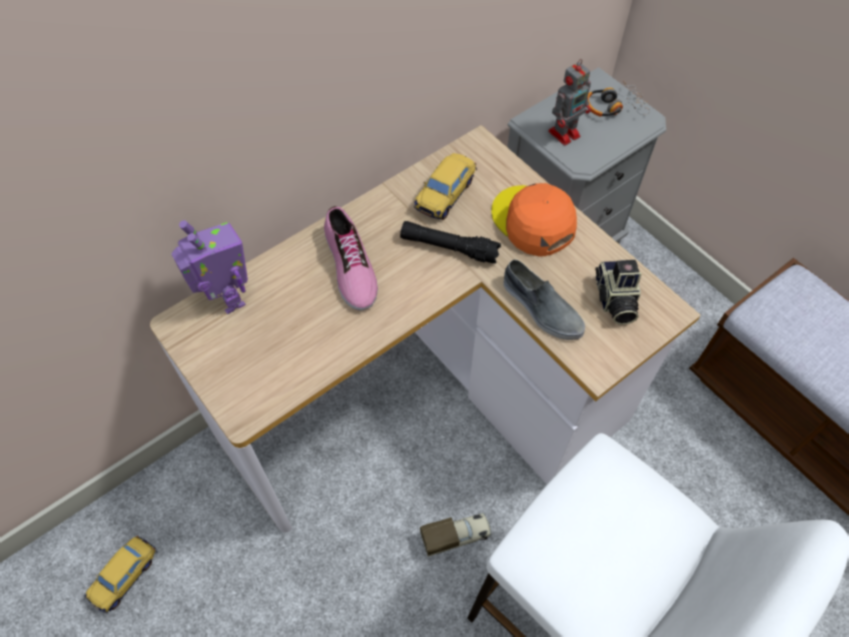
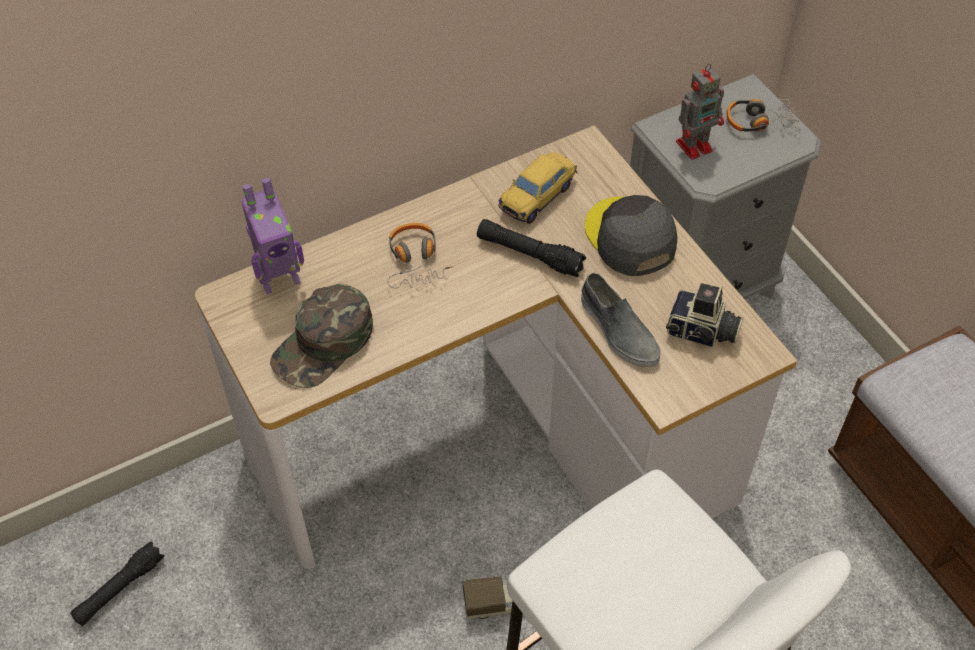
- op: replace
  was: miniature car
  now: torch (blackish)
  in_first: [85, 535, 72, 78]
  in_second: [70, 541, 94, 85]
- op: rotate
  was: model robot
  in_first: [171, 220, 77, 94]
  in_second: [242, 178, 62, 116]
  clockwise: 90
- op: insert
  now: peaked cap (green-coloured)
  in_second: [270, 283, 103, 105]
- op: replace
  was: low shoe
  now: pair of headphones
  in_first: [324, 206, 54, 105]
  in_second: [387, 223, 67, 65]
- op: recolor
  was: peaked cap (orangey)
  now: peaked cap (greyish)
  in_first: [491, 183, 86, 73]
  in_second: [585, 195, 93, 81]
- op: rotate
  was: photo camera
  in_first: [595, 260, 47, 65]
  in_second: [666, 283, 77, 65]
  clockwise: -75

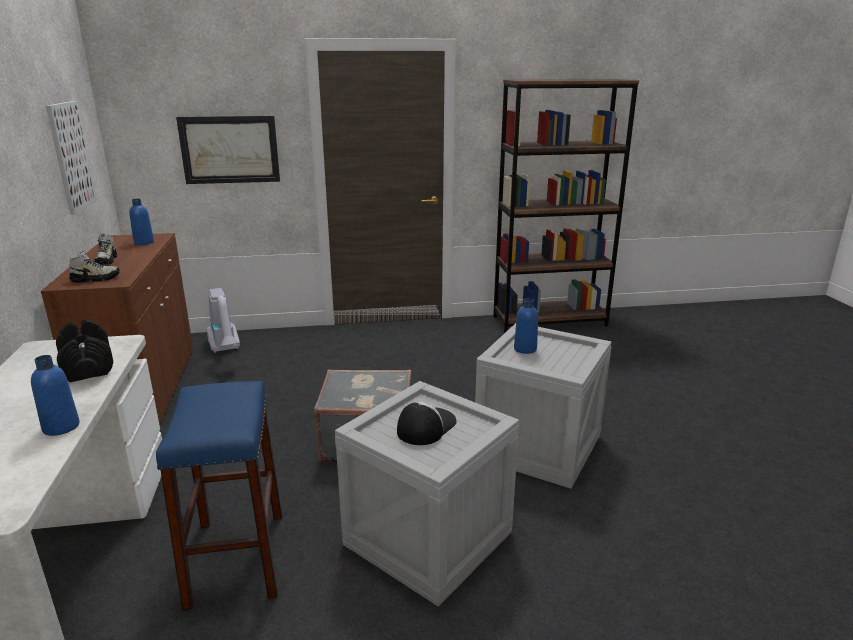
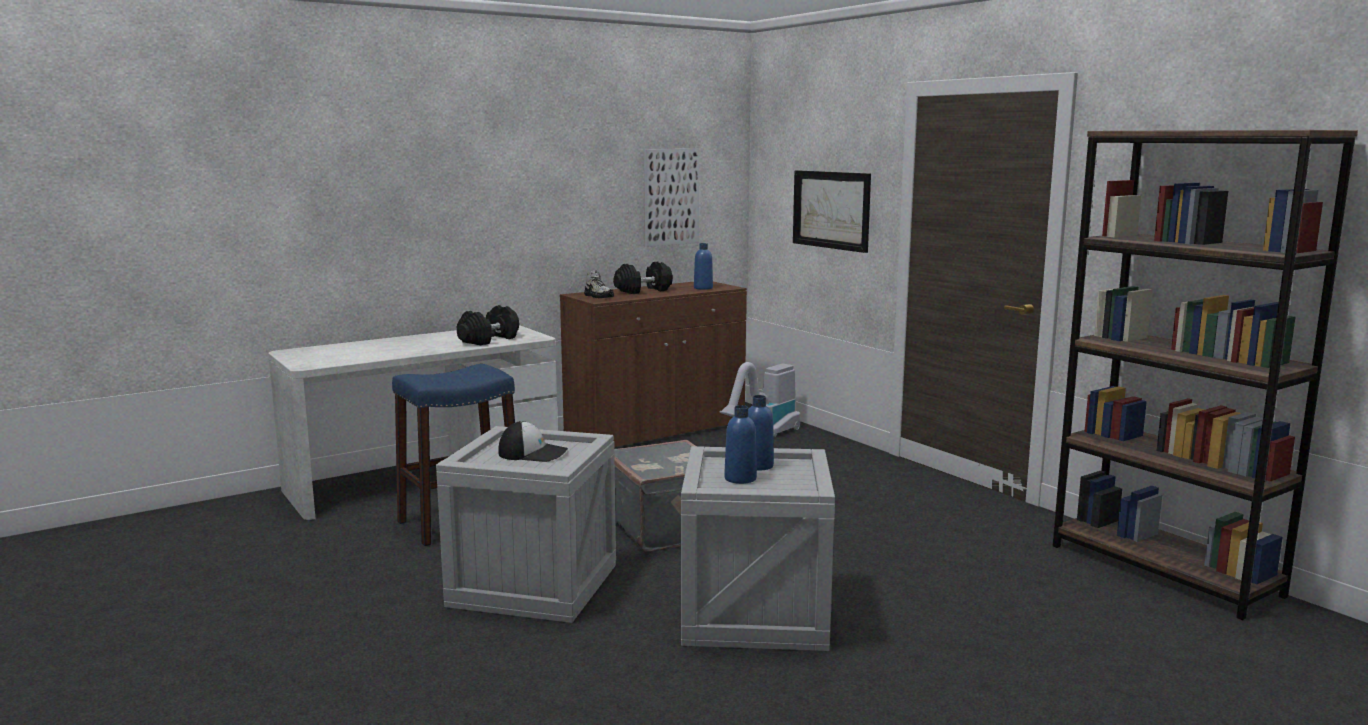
- op: replace
  was: low shoe
  now: dumbbell (blackish)
  in_first: [95, 234, 22, 31]
  in_second: [613, 261, 60, 33]
- op: move
  was: drink bottle (blue)
  in_first: [31, 355, 48, 81]
  in_second: [724, 405, 33, 79]

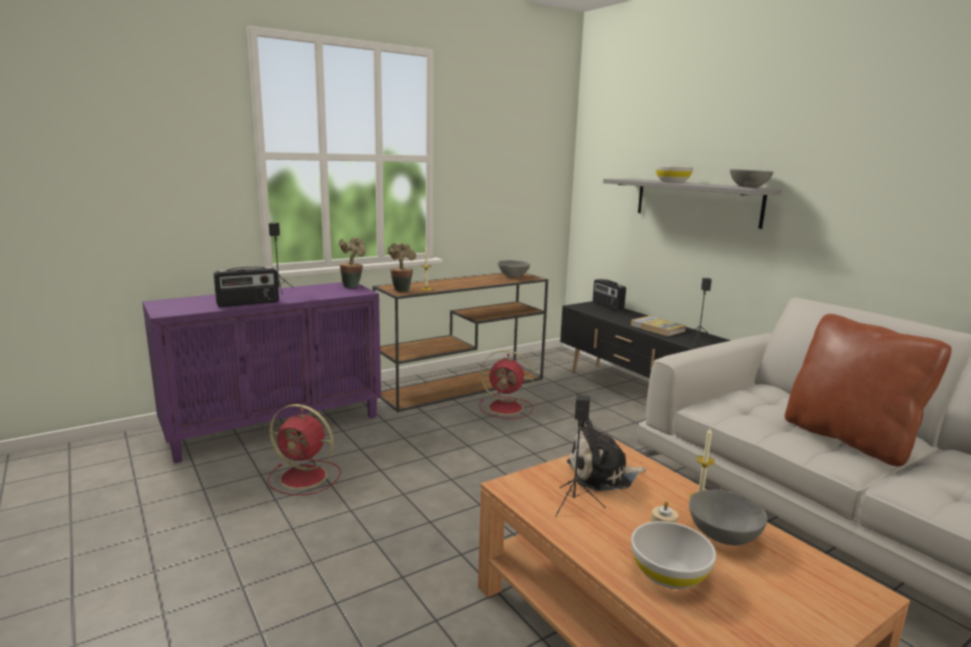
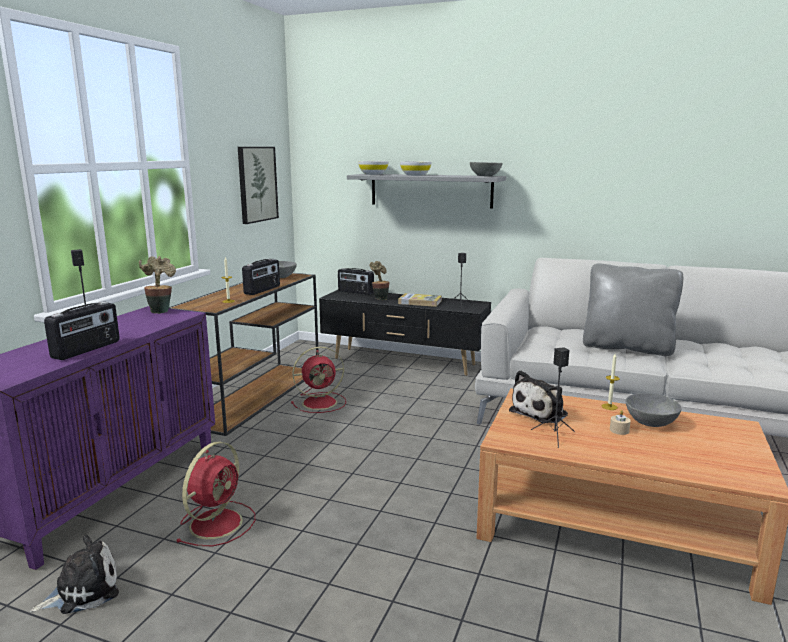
- op: insert
  now: plush toy
  in_second: [30, 535, 89, 79]
- op: rotate
  was: fan (red)
  in_first: [267, 404, 74, 91]
  in_second: [175, 442, 80, 104]
  clockwise: -45
- op: insert
  now: wall picture
  in_second: [238, 147, 41, 77]
- op: insert
  now: radio
  in_second: [242, 259, 38, 36]
- op: move
  was: serving bowl (white)
  in_first: [631, 521, 85, 68]
  in_second: [358, 161, 31, 14]
- op: move
  was: potted plant
  in_first: [388, 243, 28, 49]
  in_second: [369, 261, 21, 39]
- op: recolor
  was: cushion (brown-coloured)
  now: cushion (greyish)
  in_first: [785, 314, 167, 152]
  in_second: [583, 264, 100, 92]

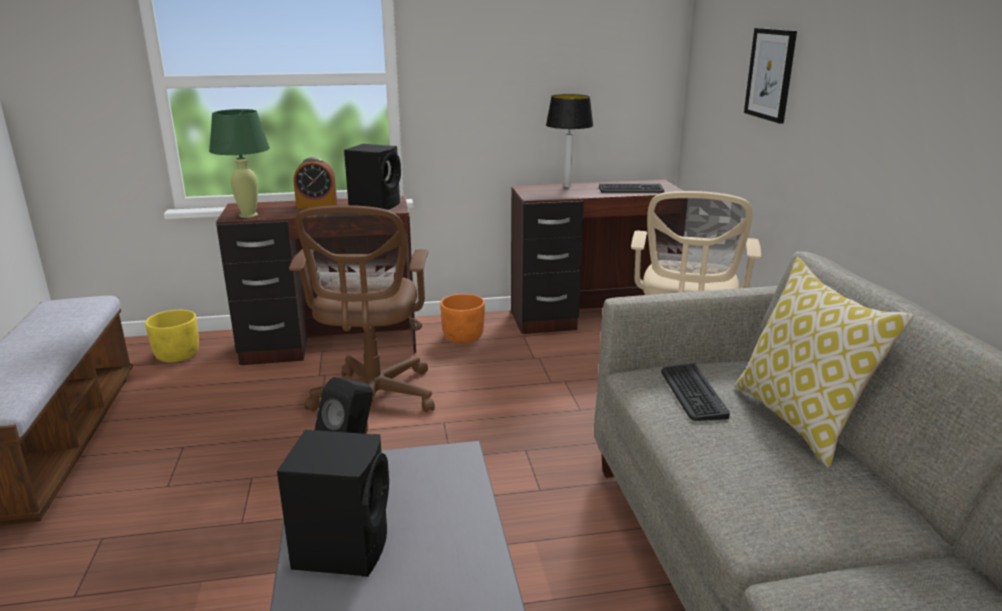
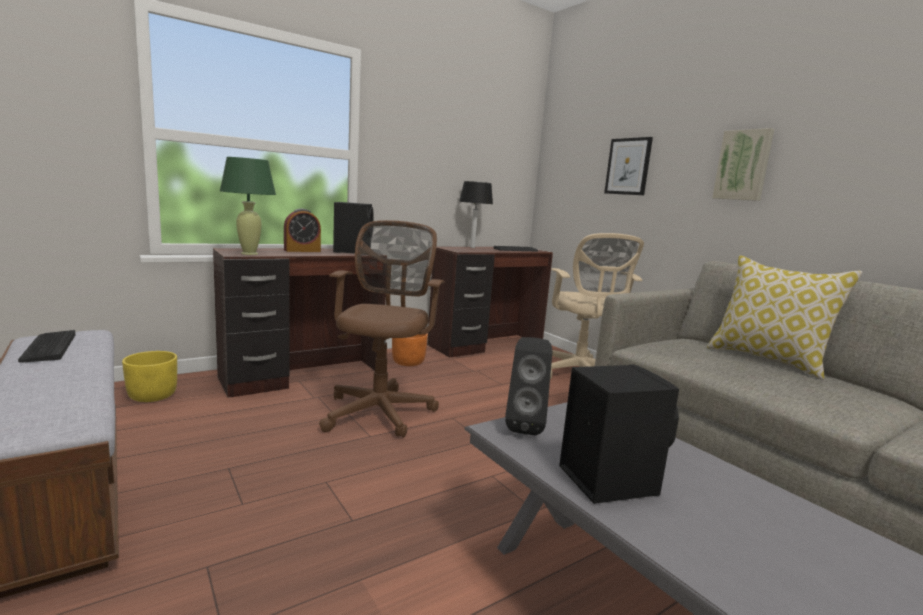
- op: move
  was: PC keyboard
  in_first: [661, 364, 69, 57]
  in_second: [18, 330, 57, 33]
- op: rotate
  was: office chair (brown-coloured)
  in_first: [289, 205, 146, 229]
  in_second: [319, 220, 126, 218]
  clockwise: -150
- op: insert
  now: wall picture
  in_second: [712, 128, 62, 73]

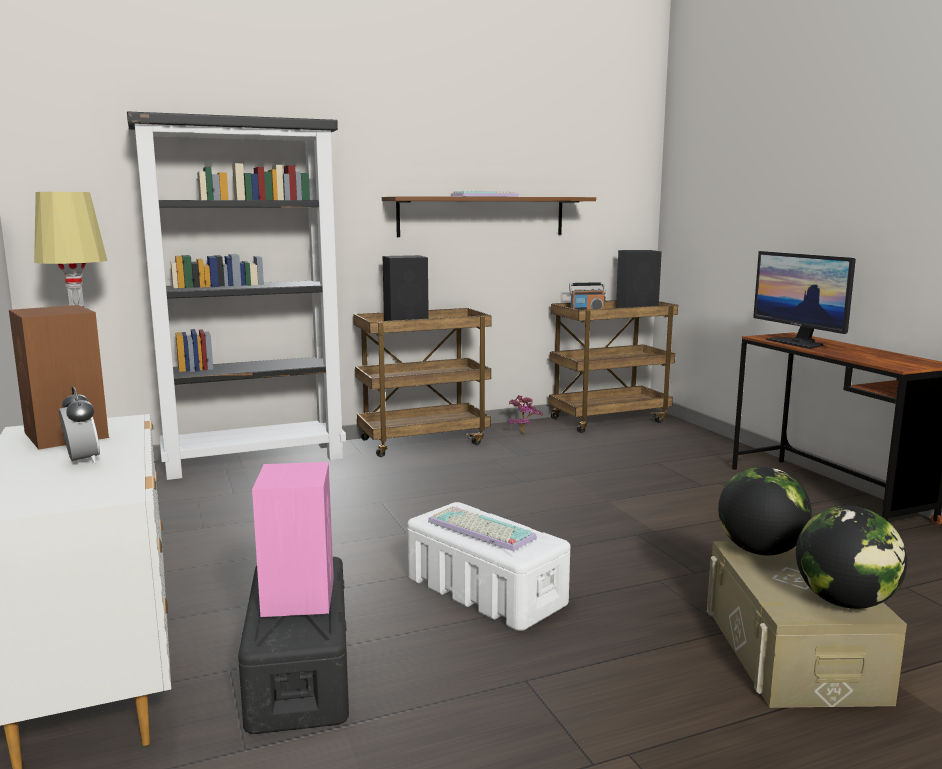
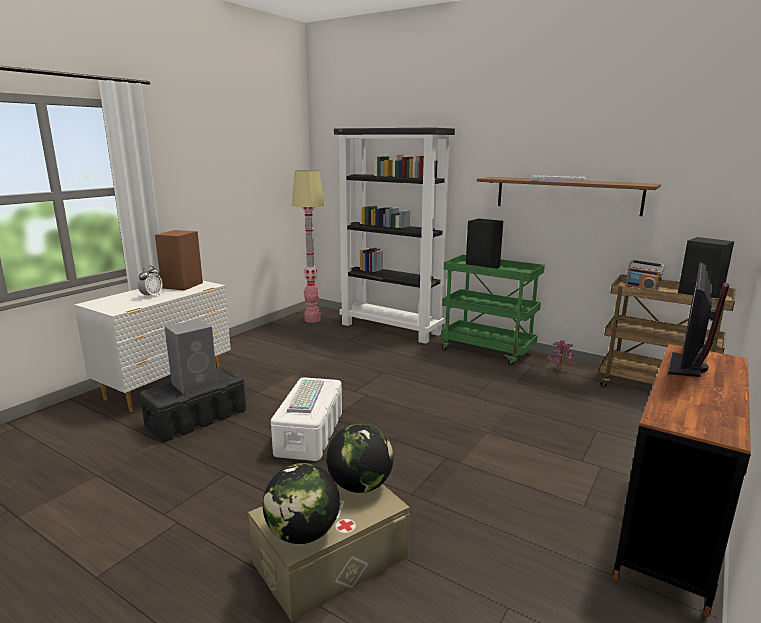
- op: recolor
  was: speaker (pinkish)
  now: speaker (greyish)
  in_first: [252, 462, 82, 155]
  in_second: [164, 319, 54, 75]
- op: recolor
  was: cart (brown-coloured)
  now: cart (green-coloured)
  in_first: [354, 308, 138, 149]
  in_second: [441, 254, 104, 111]

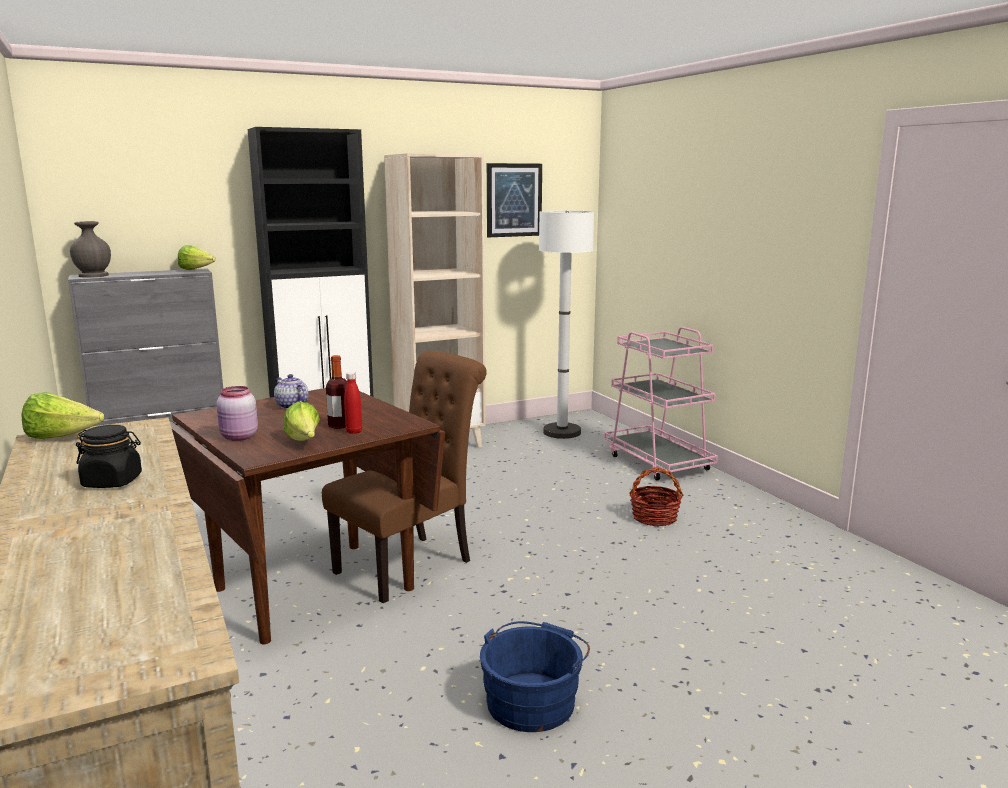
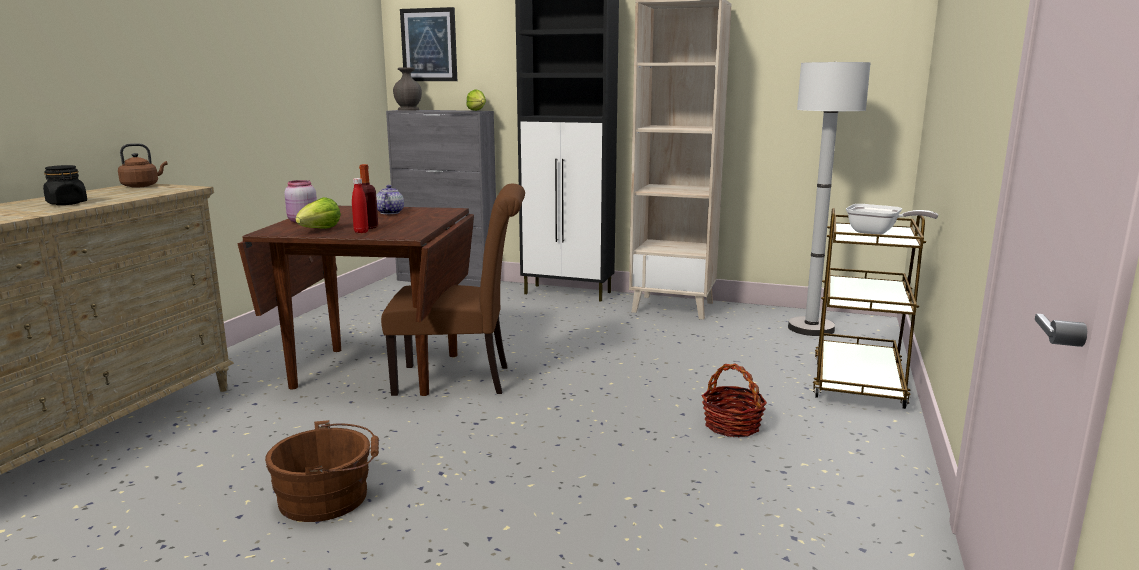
- op: replace
  was: lettuce
  now: kettle (brown-coloured)
  in_first: [21, 392, 83, 47]
  in_second: [118, 143, 49, 45]
- op: recolor
  was: water bucket (blue)
  now: water bucket (brown-coloured)
  in_first: [480, 621, 110, 111]
  in_second: [265, 420, 114, 102]
- op: move
  was: wall picture
  in_first: [487, 163, 55, 74]
  in_second: [400, 7, 57, 74]
- op: recolor
  was: cart (pinkish)
  now: cart (brown-coloured)
  in_first: [604, 327, 114, 154]
  in_second: [813, 208, 113, 201]
- op: insert
  now: pan
  in_second: [846, 204, 92, 31]

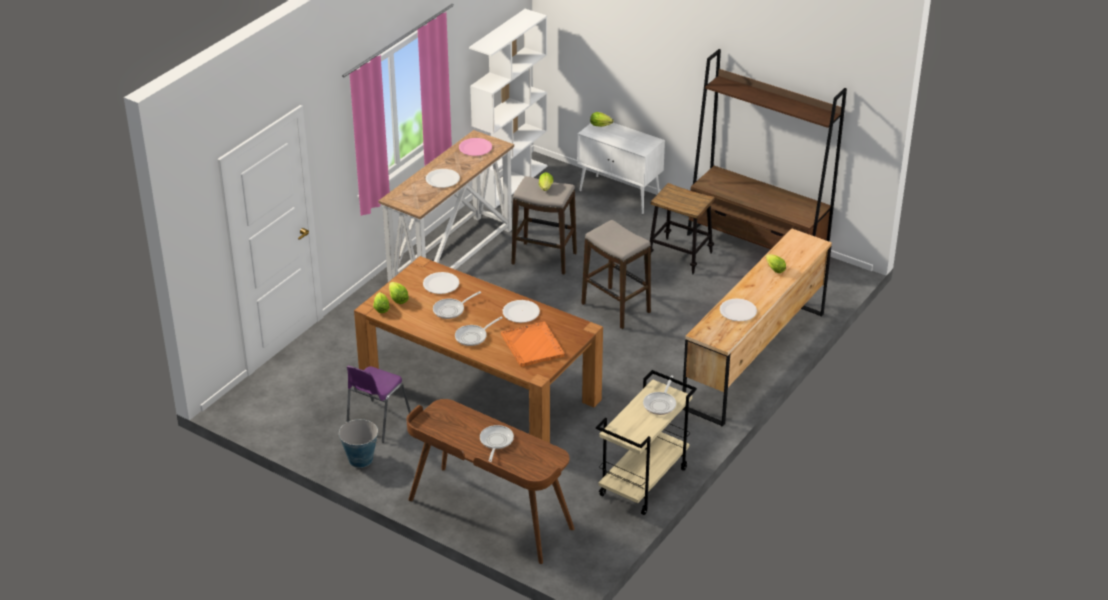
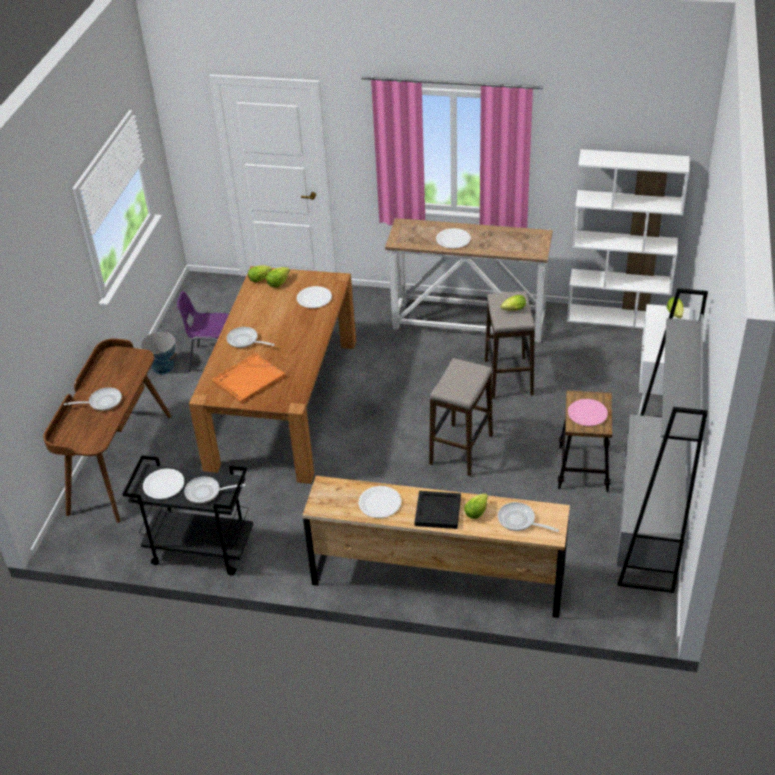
- op: recolor
  was: cart (sand-coloured)
  now: cart (blackish)
  in_first: [596, 370, 101, 145]
  in_second: [122, 455, 131, 120]
- op: move
  was: flat dish (white)
  in_first: [503, 300, 37, 23]
  in_second: [143, 468, 41, 31]
- op: insert
  now: tray (blackish)
  in_second: [415, 491, 46, 38]
- op: move
  was: pan
  in_first: [433, 291, 48, 28]
  in_second: [498, 502, 61, 30]
- op: move
  was: flat dish (pinkish)
  in_first: [459, 138, 33, 18]
  in_second: [568, 399, 40, 27]
- op: recolor
  was: bookshelf (brown-coloured)
  now: bookshelf (greyish)
  in_first: [687, 49, 160, 200]
  in_second: [617, 288, 91, 305]

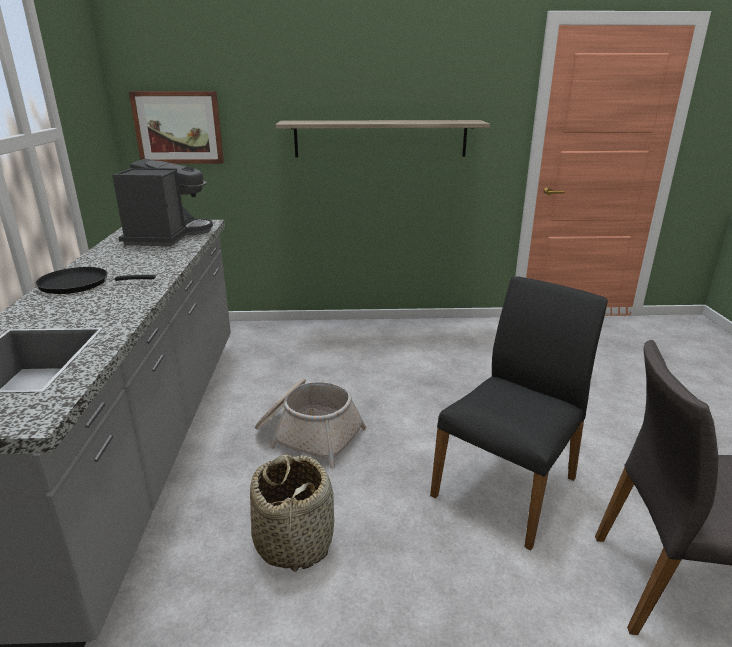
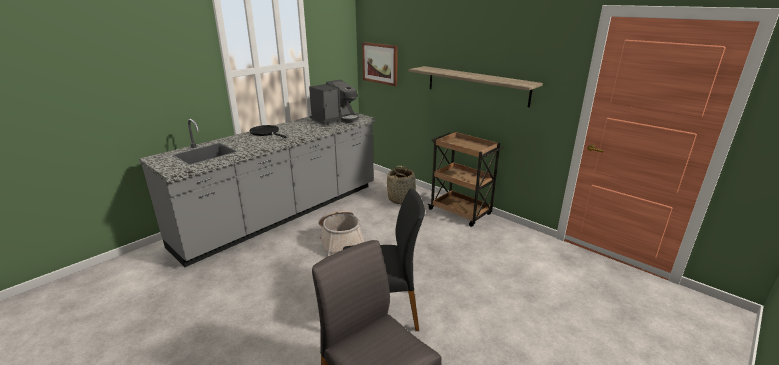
- op: move
  was: storage basket
  in_first: [250, 455, 84, 117]
  in_second: [387, 166, 29, 39]
- op: insert
  now: cart (brown-coloured)
  in_second: [427, 131, 77, 96]

